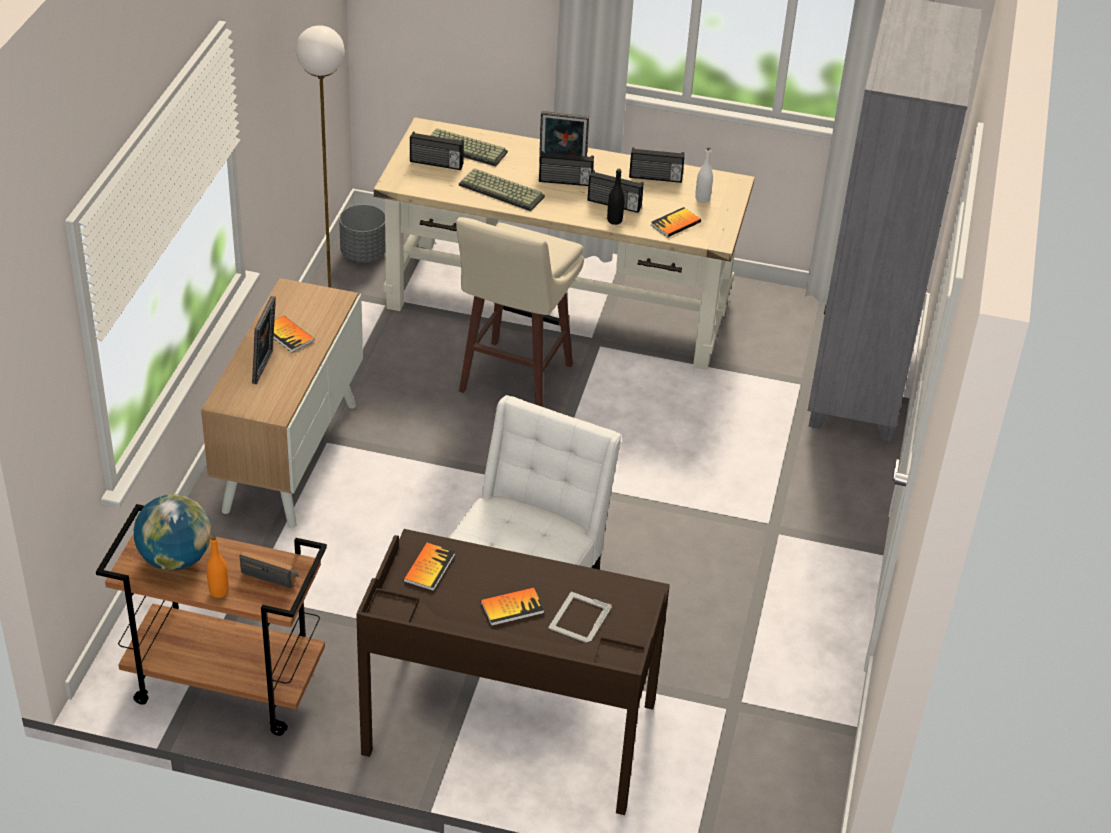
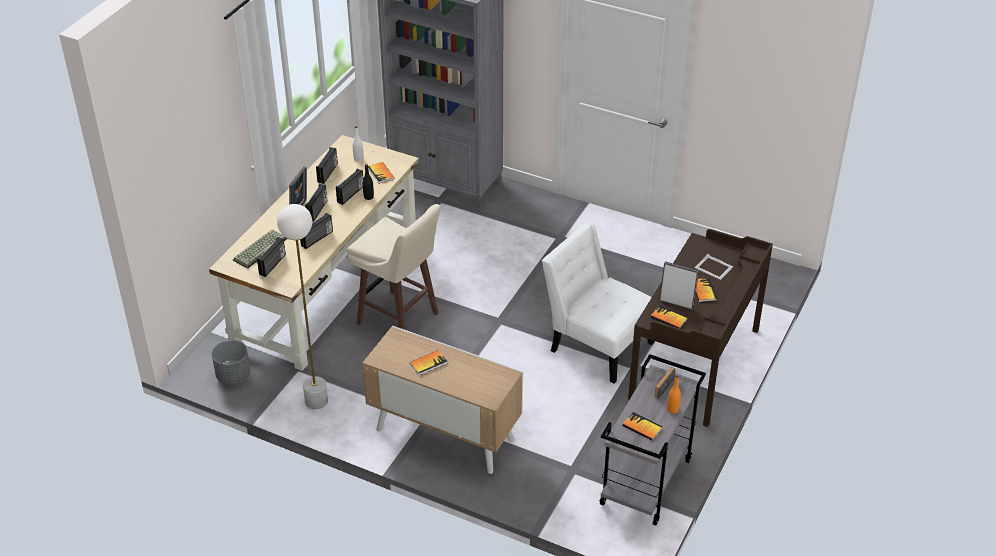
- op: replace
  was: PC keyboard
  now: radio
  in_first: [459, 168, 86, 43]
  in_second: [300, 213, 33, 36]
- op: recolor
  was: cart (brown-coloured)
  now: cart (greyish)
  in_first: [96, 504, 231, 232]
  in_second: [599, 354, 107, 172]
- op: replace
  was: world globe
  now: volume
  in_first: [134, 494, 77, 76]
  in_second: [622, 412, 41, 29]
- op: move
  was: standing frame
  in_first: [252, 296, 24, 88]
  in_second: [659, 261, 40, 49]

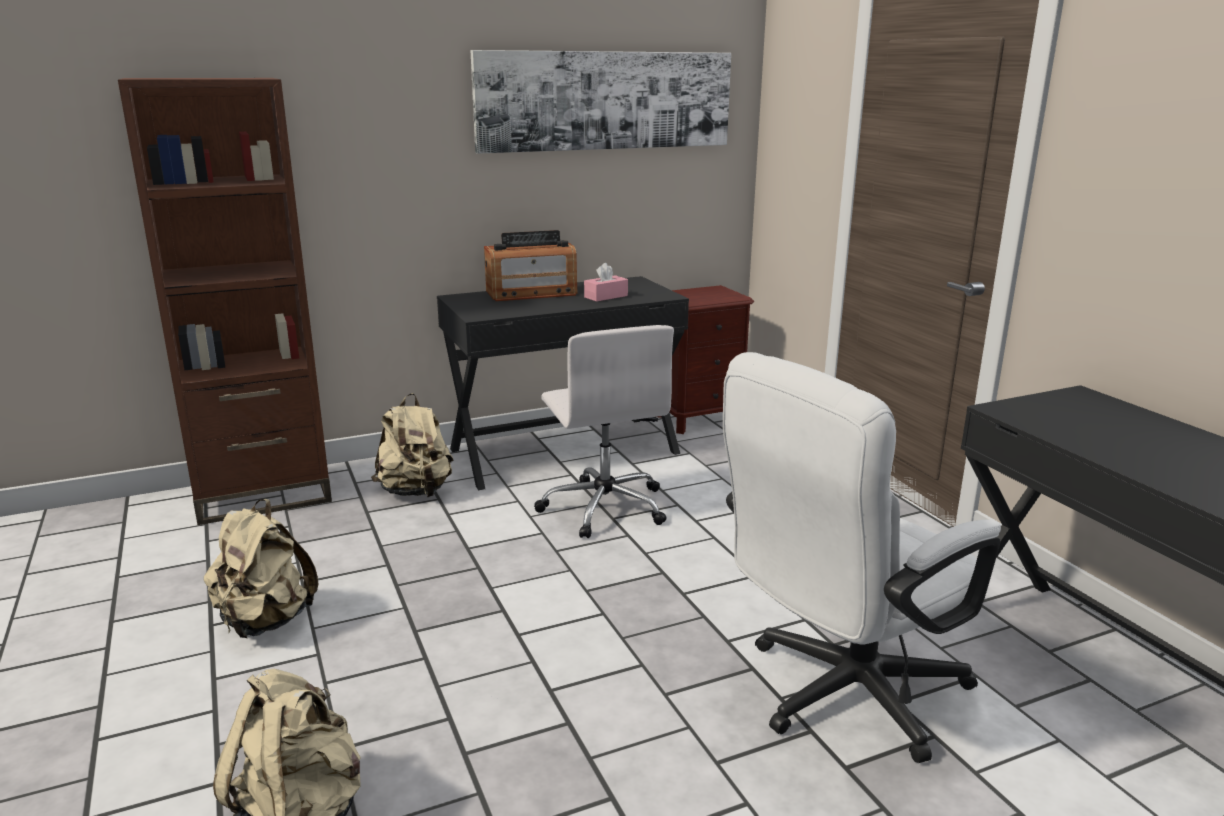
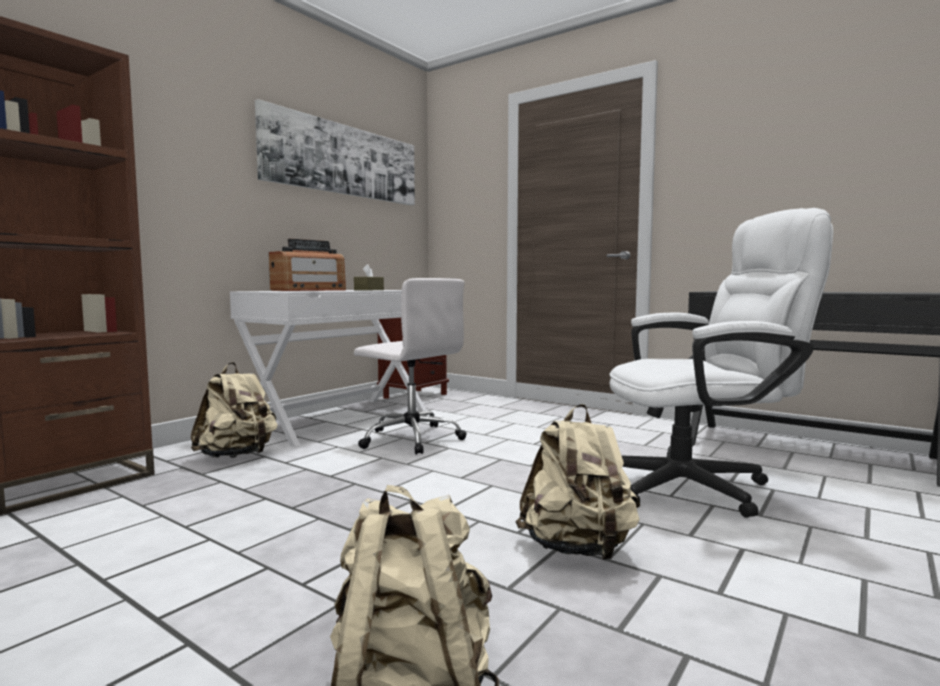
- op: recolor
  was: desk (blackish)
  now: desk (white)
  in_first: [437, 276, 252, 214]
  in_second: [230, 290, 196, 157]
- op: recolor
  was: tissue box (pinkish)
  now: tissue box (brown-coloured)
  in_first: [584, 263, 44, 39]
  in_second: [354, 264, 30, 26]
- op: move
  was: backpack (sand-coloured)
  in_first: [204, 499, 114, 139]
  in_second: [515, 404, 125, 156]
- op: rotate
  was: office chair (white)
  in_first: [723, 352, 278, 411]
  in_second: [609, 208, 225, 310]
  clockwise: -120

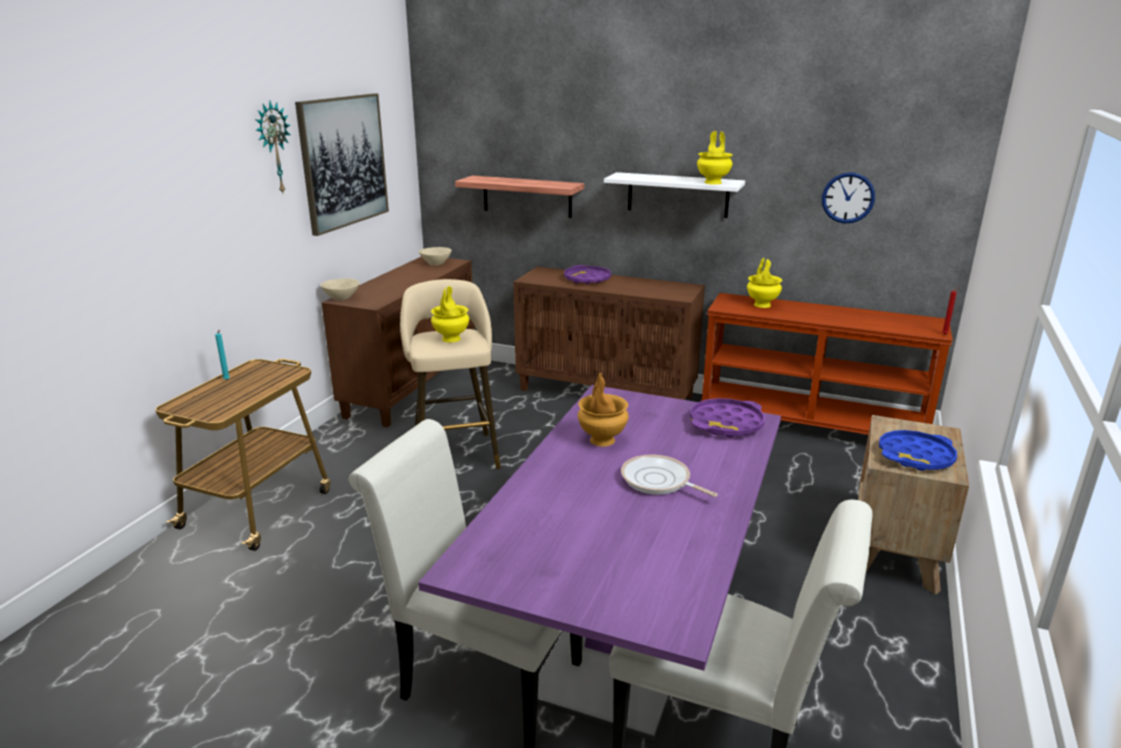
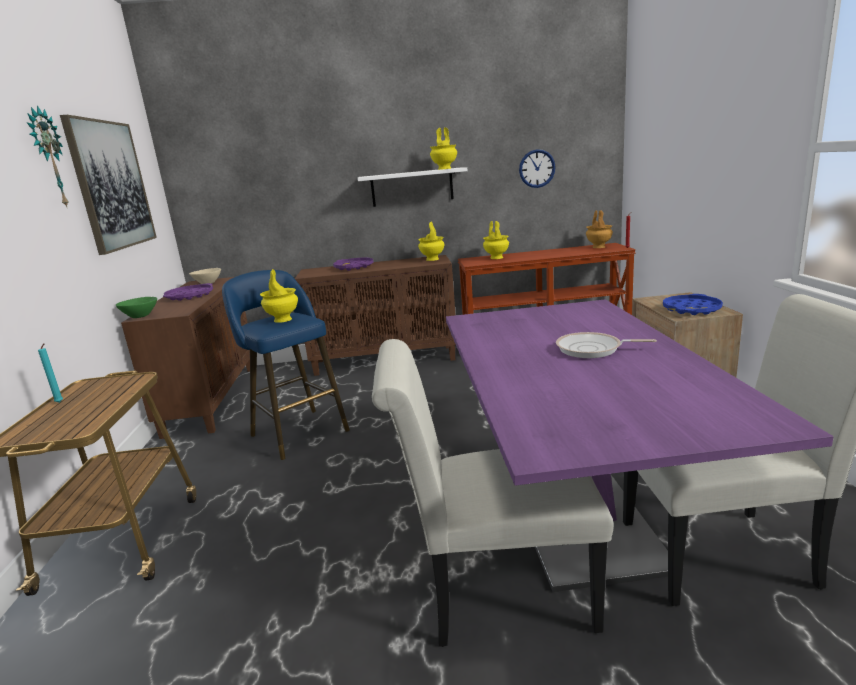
- op: recolor
  was: serving bowl (sand-coloured)
  now: serving bowl (green-coloured)
  in_first: [321, 278, 38, 23]
  in_second: [116, 297, 41, 21]
- op: move
  was: tray (purplish)
  in_first: [690, 398, 75, 40]
  in_second: [163, 283, 50, 18]
- op: recolor
  was: stool (sand-coloured)
  now: stool (blue)
  in_first: [400, 279, 101, 190]
  in_second: [222, 270, 128, 190]
- op: insert
  now: vase (yellow-coloured)
  in_second: [418, 221, 27, 40]
- op: move
  was: vase (brown-coloured)
  in_first: [578, 373, 51, 74]
  in_second: [586, 210, 27, 38]
- op: delete
  was: bracket shelf
  in_first: [455, 175, 129, 43]

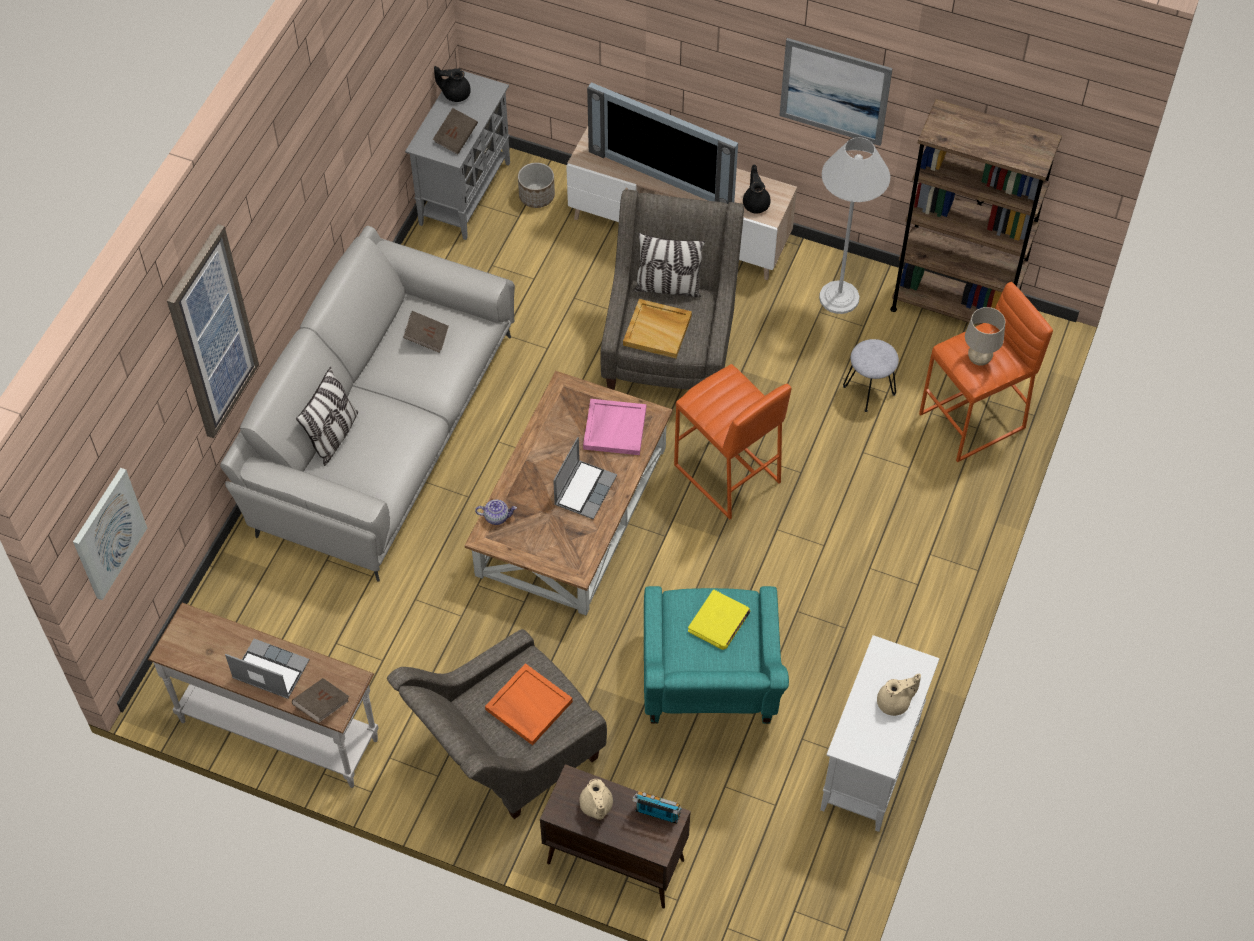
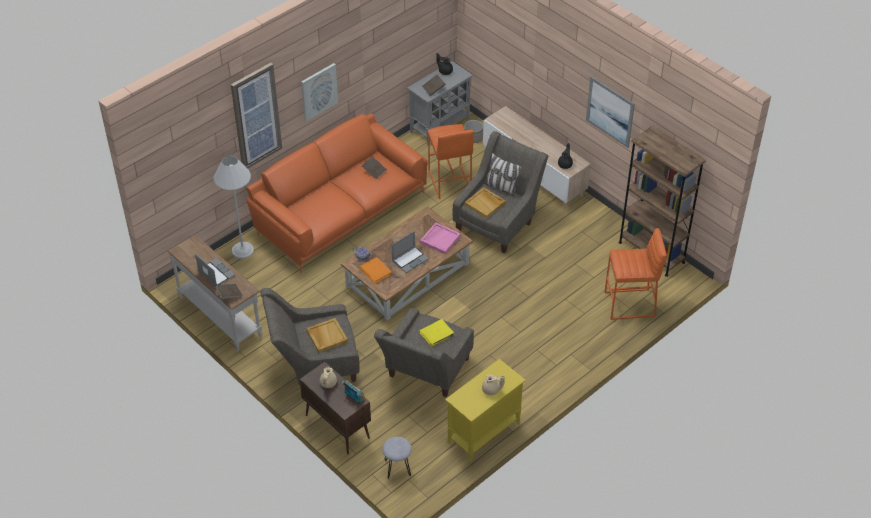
- op: move
  was: floor lamp (white)
  in_first: [819, 137, 71, 177]
  in_second: [214, 156, 40, 103]
- op: recolor
  was: settee (greyish)
  now: settee (orangey)
  in_first: [220, 226, 295, 356]
  in_second: [247, 113, 181, 160]
- op: move
  was: wall picture
  in_first: [73, 468, 74, 132]
  in_second: [301, 63, 37, 58]
- op: recolor
  was: tray (orangey)
  now: tray (sand-coloured)
  in_first: [485, 663, 88, 82]
  in_second: [306, 318, 42, 35]
- op: insert
  now: volume (orangey)
  in_second: [360, 257, 32, 27]
- op: recolor
  was: easy chair (blue-green)
  now: easy chair (greyish)
  in_first: [644, 586, 145, 138]
  in_second: [374, 308, 100, 89]
- op: move
  was: stool (greyish)
  in_first: [843, 339, 56, 73]
  in_second: [382, 437, 30, 42]
- op: move
  was: stool (orangey)
  in_first: [674, 364, 118, 156]
  in_second: [428, 124, 46, 75]
- op: recolor
  was: cupboard (white)
  now: cupboard (yellow-coloured)
  in_first: [820, 635, 120, 197]
  in_second: [445, 359, 81, 104]
- op: delete
  was: cushion
  in_first: [296, 367, 62, 99]
- op: delete
  was: TV set
  in_first: [587, 82, 151, 122]
- op: delete
  was: lamp for a table (sand-coloured)
  in_first: [965, 307, 40, 59]

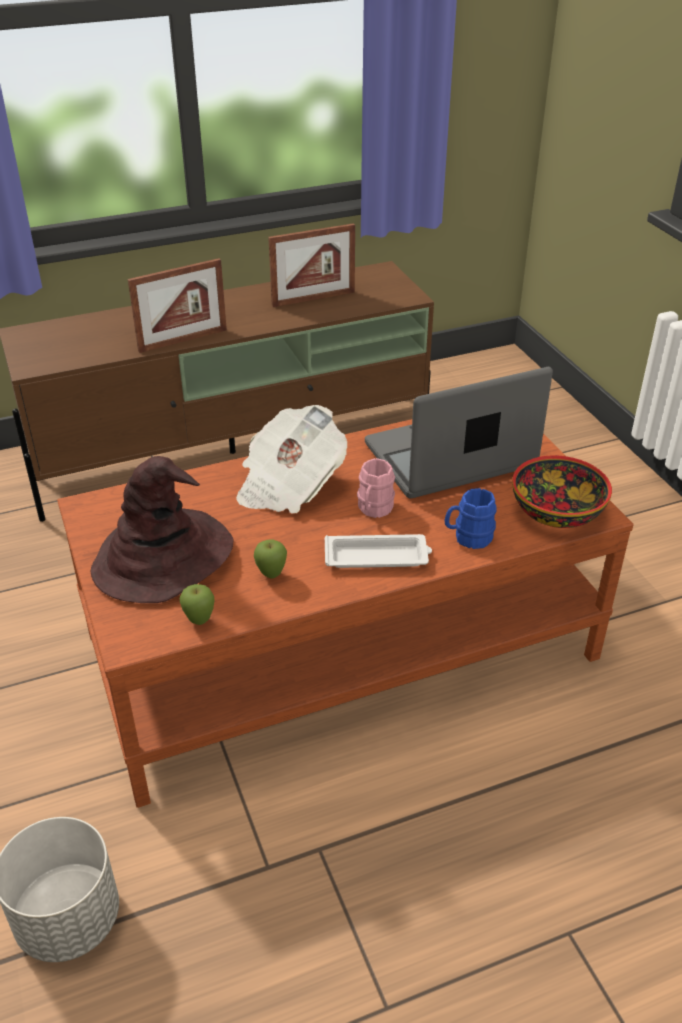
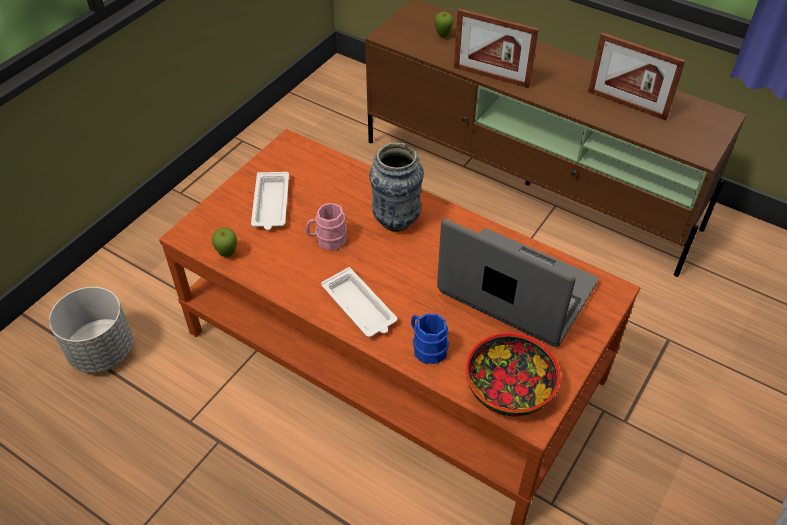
- op: replace
  was: clothing hat (brown-coloured)
  now: tray (white)
  in_first: [91, 456, 142, 147]
  in_second: [251, 172, 38, 58]
- op: move
  was: mug (pinkish)
  in_first: [357, 458, 38, 60]
  in_second: [306, 203, 41, 47]
- op: replace
  was: newspaper
  now: vase
  in_first: [236, 405, 111, 109]
  in_second: [369, 142, 55, 90]
- op: move
  was: apple fruit
  in_first: [254, 539, 33, 40]
  in_second: [434, 12, 20, 25]

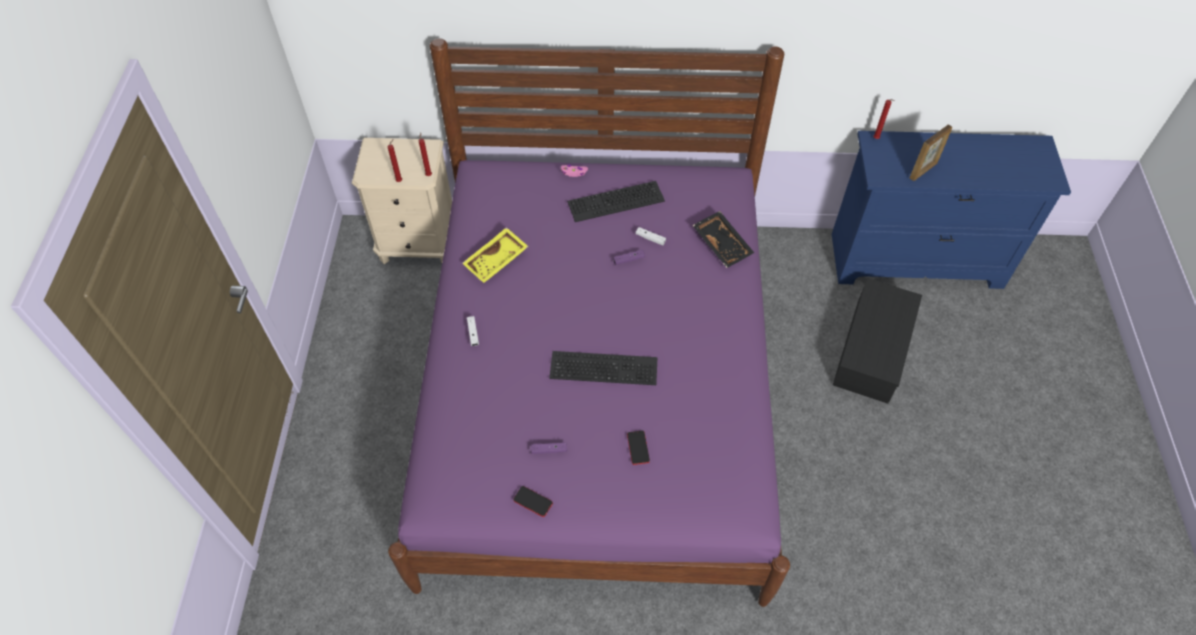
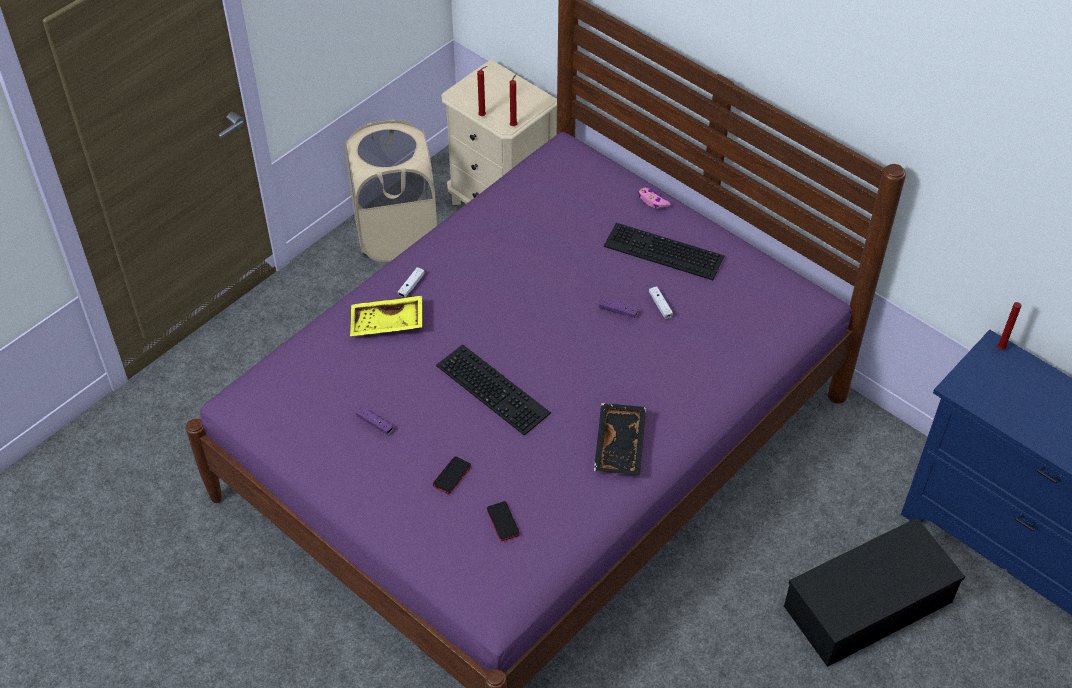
- op: insert
  now: washing basket (sand-coloured)
  in_second: [345, 120, 92, 142]
- op: move
  was: tray (yellow-coloured)
  in_first: [462, 227, 67, 56]
  in_second: [350, 296, 72, 40]
- op: move
  was: handset
  in_first: [513, 486, 40, 31]
  in_second: [487, 501, 33, 40]
- op: move
  was: tray (blackish)
  in_first: [693, 211, 61, 57]
  in_second: [594, 403, 52, 72]
- op: delete
  was: standing frame
  in_first: [910, 124, 42, 57]

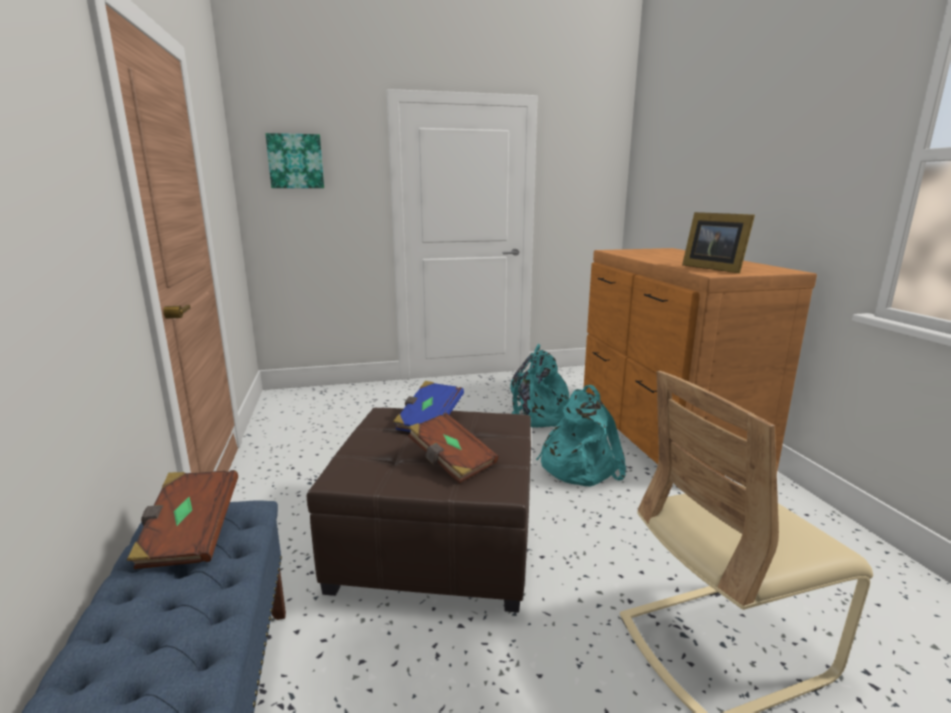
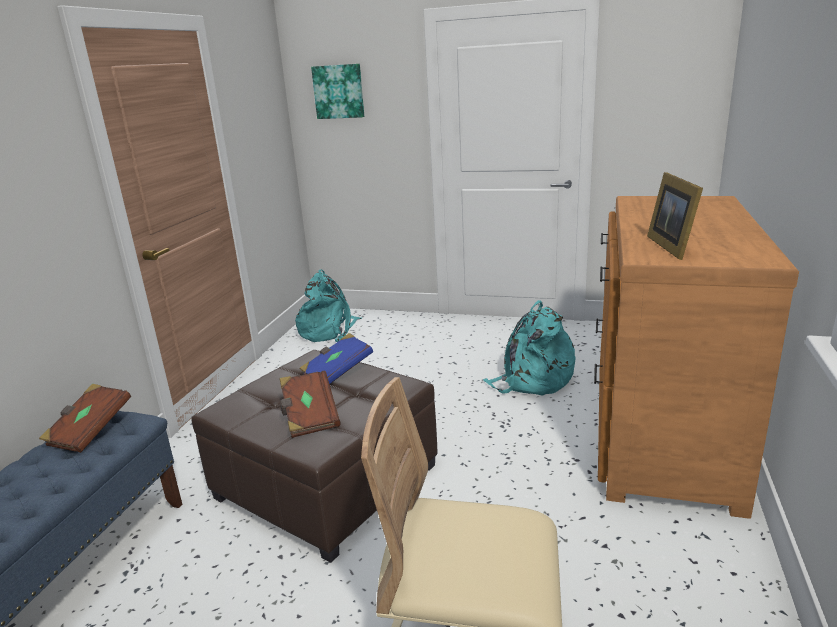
- op: move
  was: backpack (blue-green)
  in_first: [536, 385, 90, 102]
  in_second: [295, 269, 67, 73]

